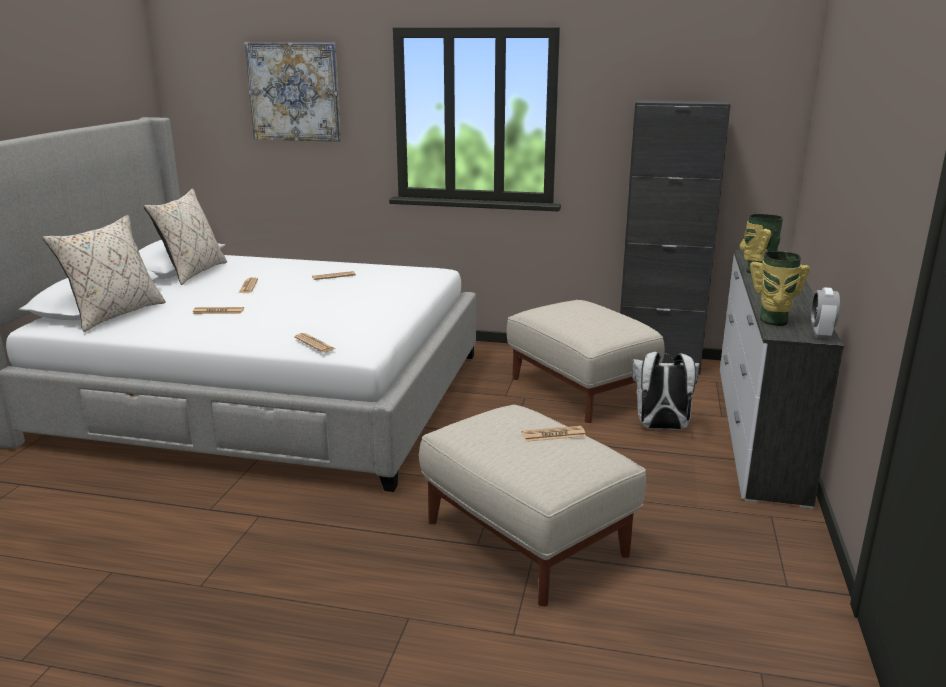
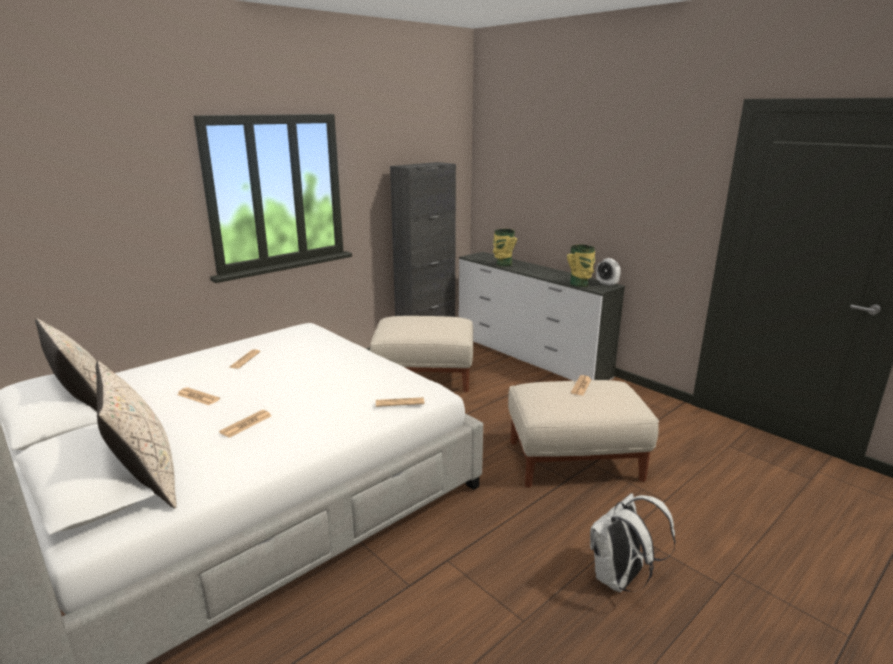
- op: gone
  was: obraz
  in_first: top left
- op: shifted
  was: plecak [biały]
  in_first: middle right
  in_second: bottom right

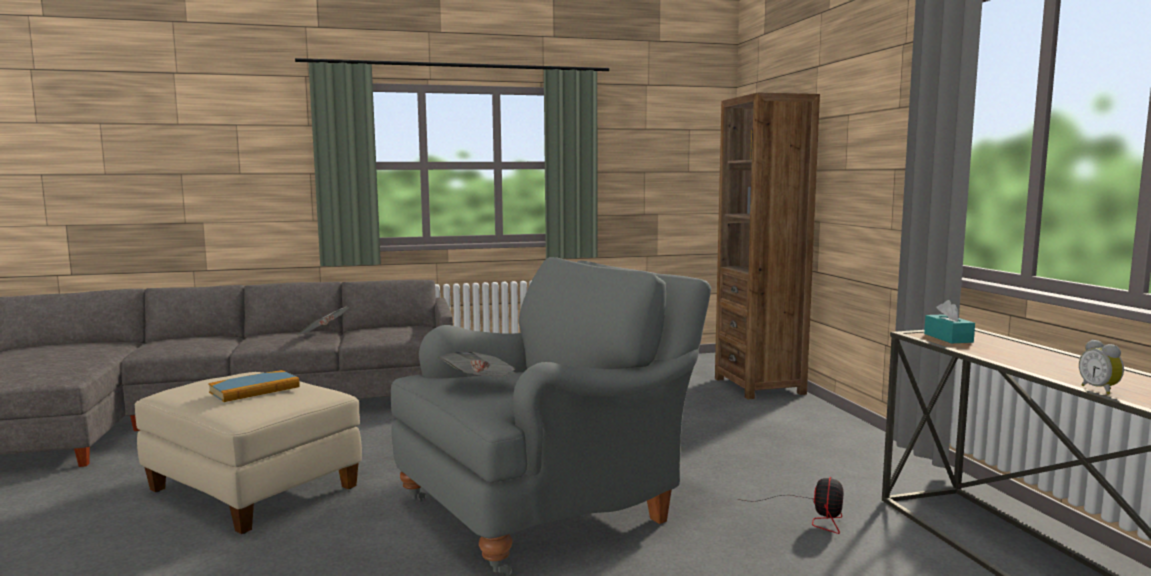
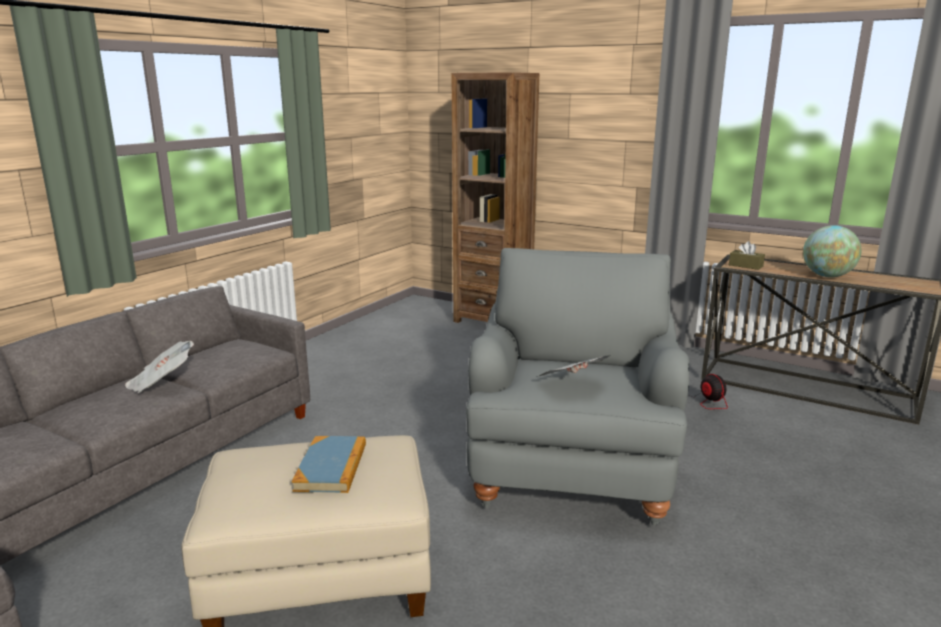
- op: repainted
  was: pudełko chusteczek [turkusowy]
  now: pudełko chusteczek [brązowy]
  in_first: middle right
  in_second: middle right
- op: gone
  was: budzik
  in_first: middle right
- op: new
  now: globus
  in_second: middle right

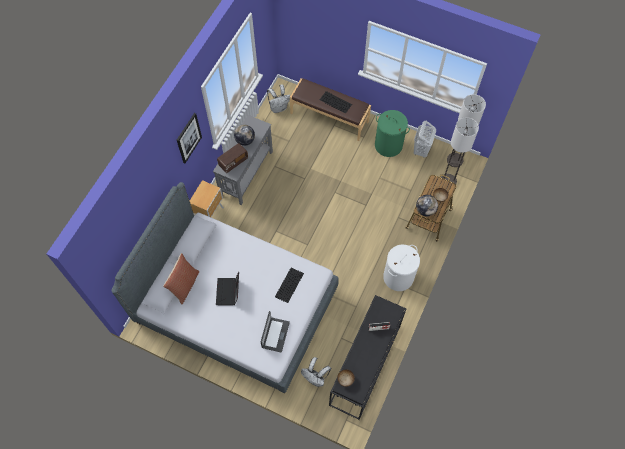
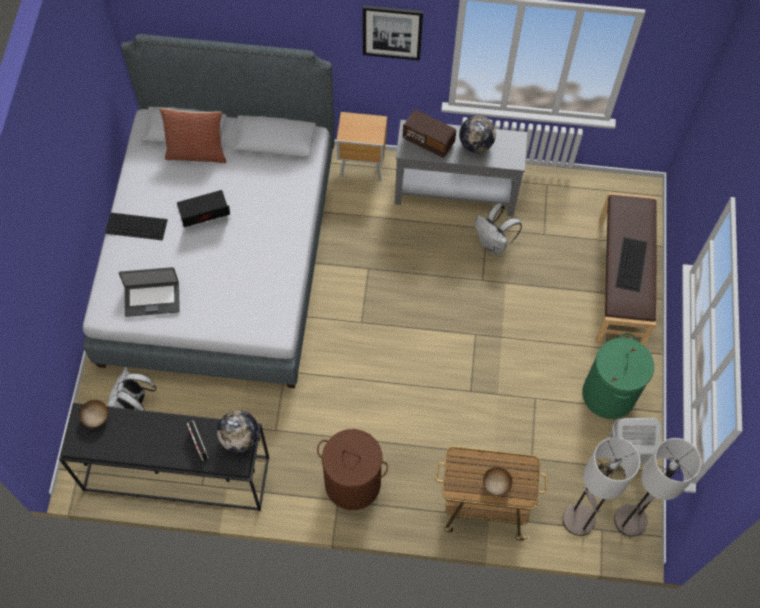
- op: shifted
  was: plecak [biały] (no. 1 from left in the first image)
  now: plecak [biały] (no. 2 from left)
  in_first: top centre
  in_second: centre
- op: shifted
  was: klawiatura (no. 1 from left)
  in_first: centre
  in_second: middle left
- op: repainted
  was: kosz na pranie [biały] (no. 1 from left)
  now: kosz na pranie [brązowy]
  in_first: centre
  in_second: bottom centre
- op: shifted
  was: globus (no. 2 from left in the first image)
  now: globus (no. 1 from left)
  in_first: middle right
  in_second: bottom left

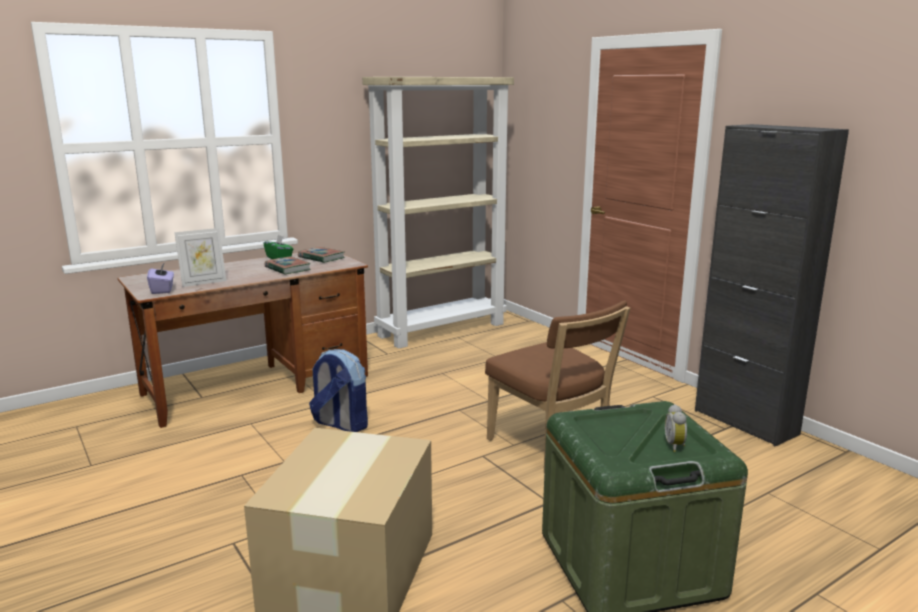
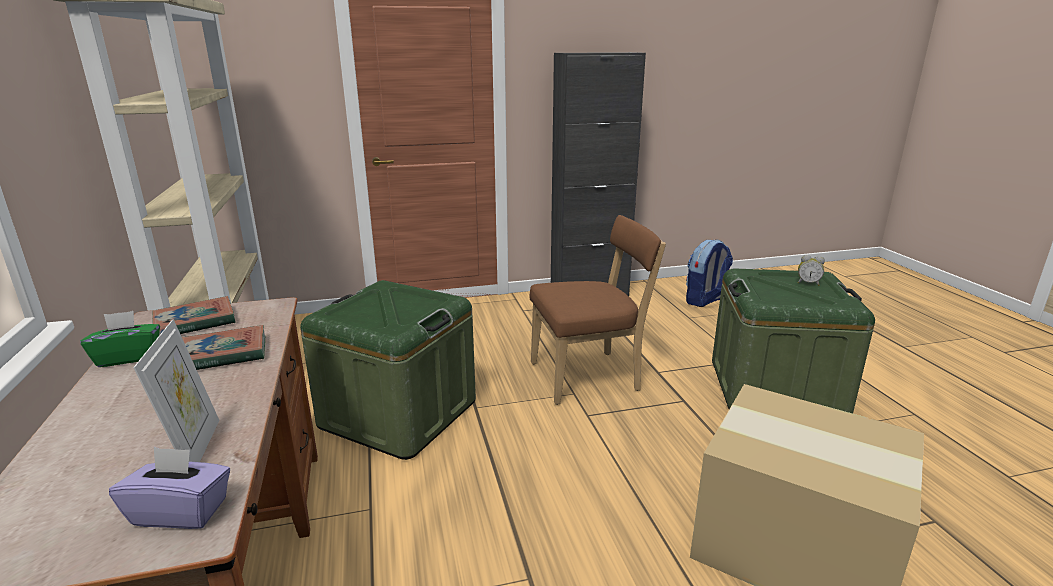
- op: shifted
  was: plecak
  in_first: centre
  in_second: middle right
- op: new
  now: pojemnik do przechowywania [zielony] (no. 1 from left)
  in_second: centre

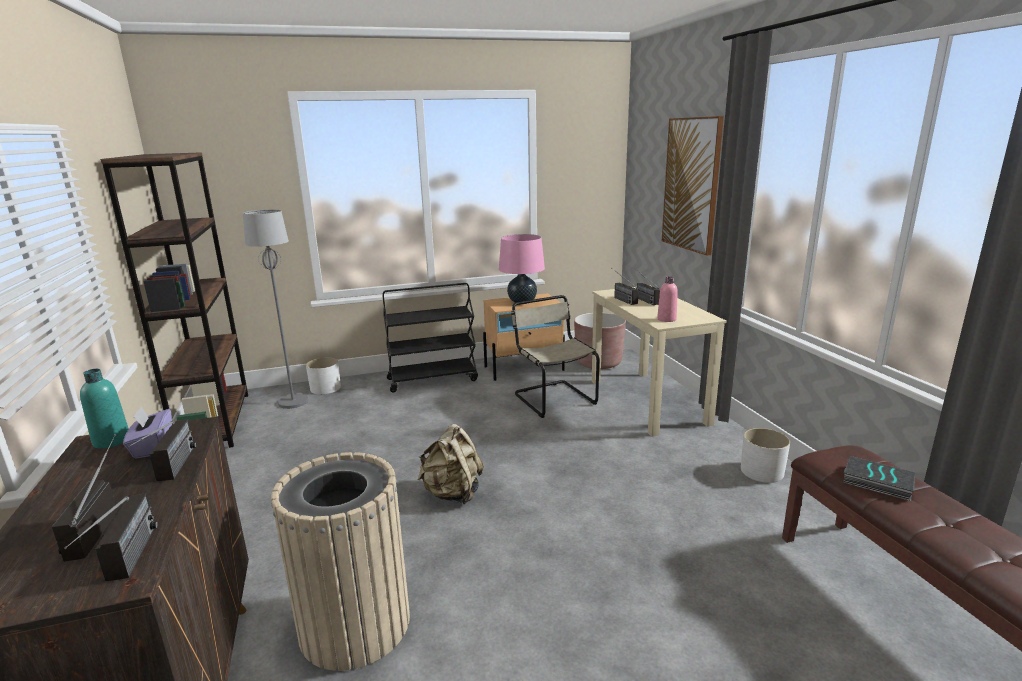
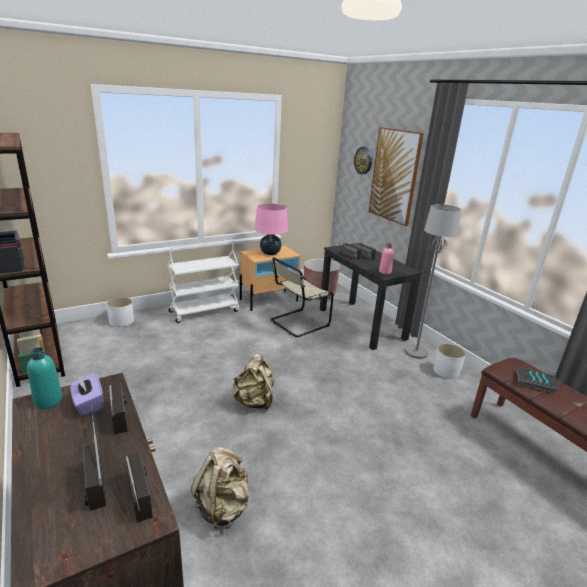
- op: shifted
  was: lampa stojąca [szary]
  in_first: middle left
  in_second: middle right
- op: swapped
  was: kosz na śmieci [beżowy]
  now: plecak [beżowy] (no. 1 from left)
  in_first: bottom left
  in_second: bottom centre
- op: repainted
  was: wózek [czarny]
  now: wózek [biały]
  in_first: centre
  in_second: centre
- op: rotated
  was: krzesło [beżowy]
  in_first: centre
  in_second: centre
  clockwise: -90
- op: repainted
  was: biurko [beżowy]
  now: biurko [czarny]
  in_first: centre
  in_second: centre
- op: new
  now: zegar ścienny
  in_second: top centre

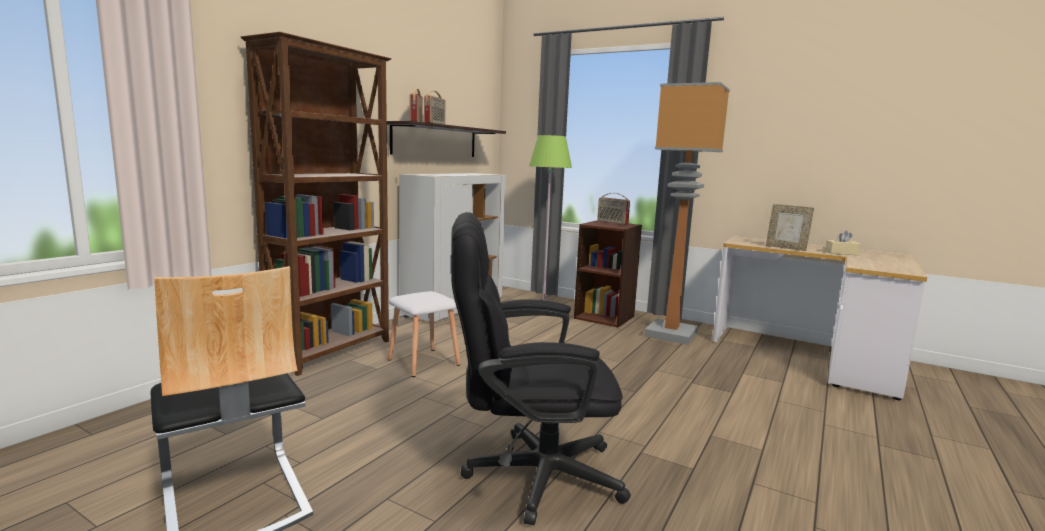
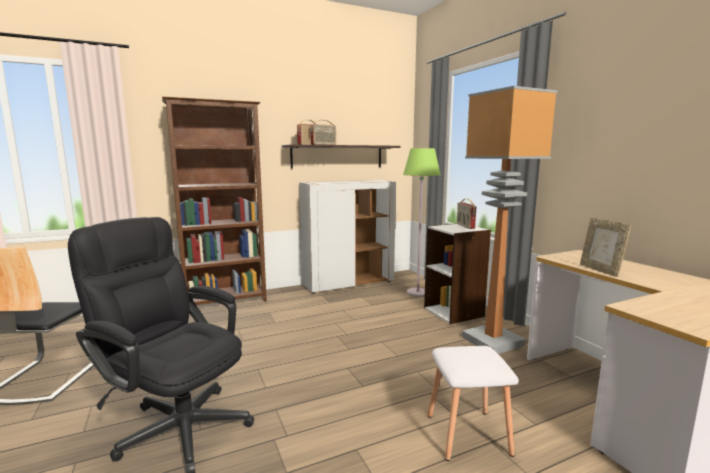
- op: shifted
  was: stołek [biały]
  in_first: centre
  in_second: bottom centre
- op: repainted
  was: regał [brązowy] (no. 2 from left)
  now: regał [biały]
  in_first: centre
  in_second: centre
- op: gone
  was: pudełko chusteczek [beżowy]
  in_first: middle right

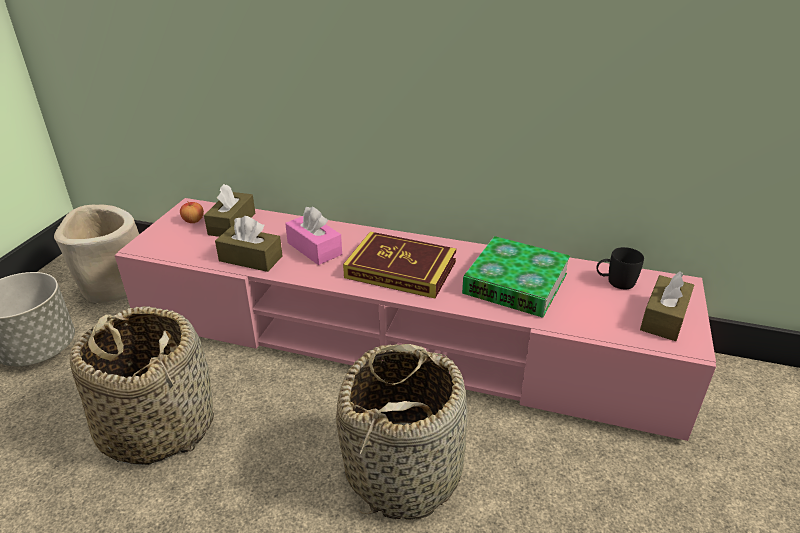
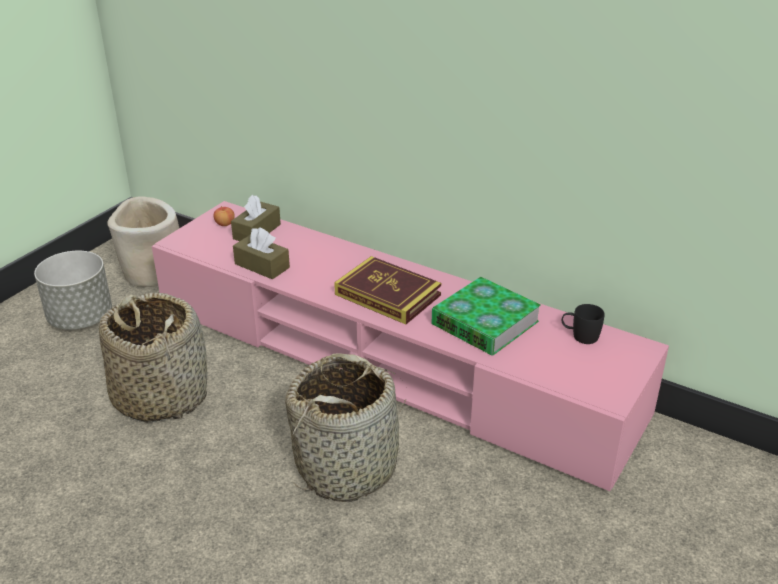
- op: gone
  was: pudełko chusteczek [różowy]
  in_first: centre
- op: gone
  was: pudełko chusteczek [brązowy] (no. 3 from left)
  in_first: middle right

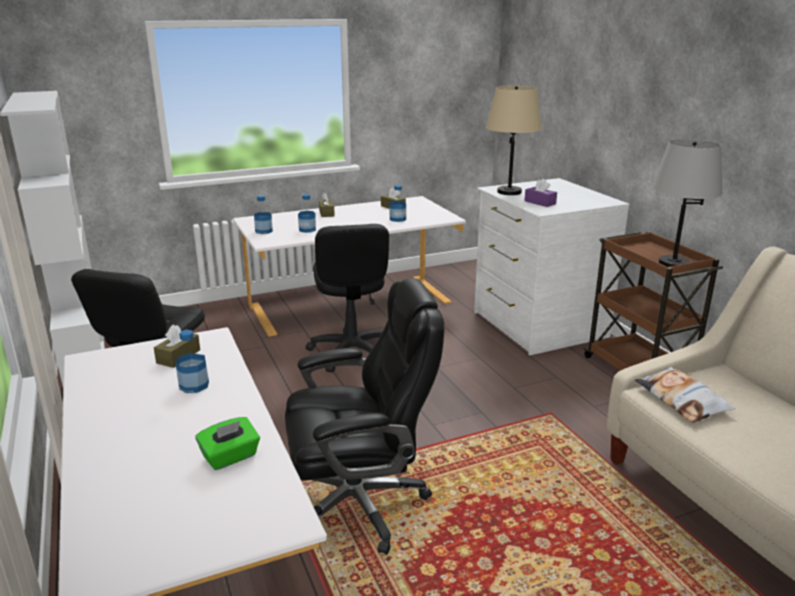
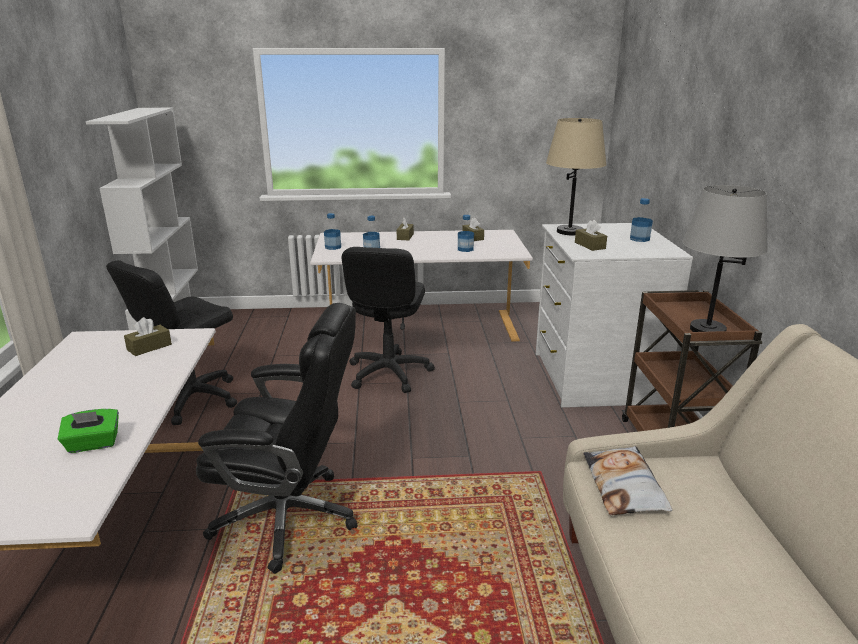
- op: shifted
  was: butelka (no. 1 from left in the first image)
  now: butelka (no. 4 from left)
  in_first: middle left
  in_second: middle right
- op: repainted
  was: pudełko chusteczek [fioletowy]
  now: pudełko chusteczek [brązowy] (no. 4 from left)
  in_first: top right
  in_second: middle right

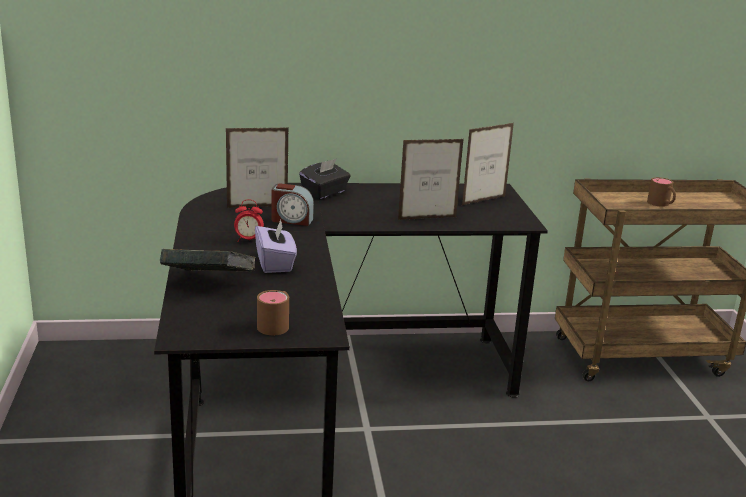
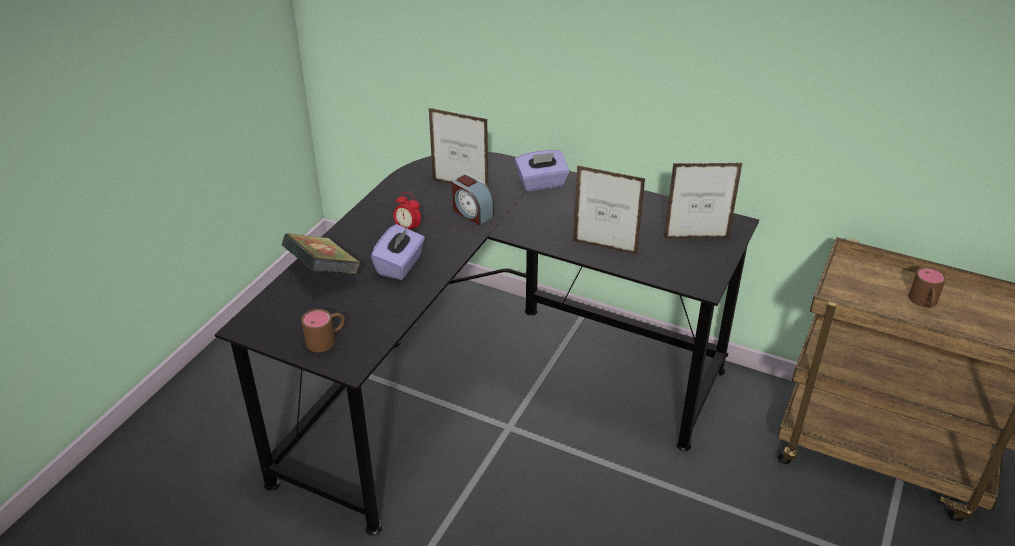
- op: repainted
  was: pudełko chusteczek [czarny]
  now: pudełko chusteczek [fioletowy] (no. 2 from left)
  in_first: centre
  in_second: top centre

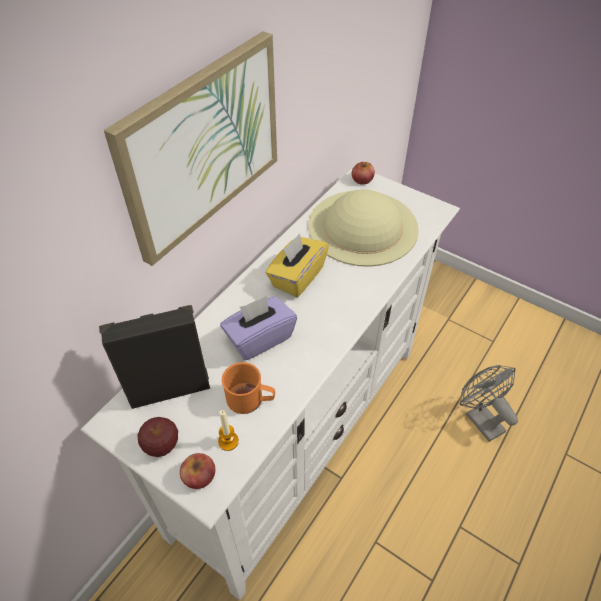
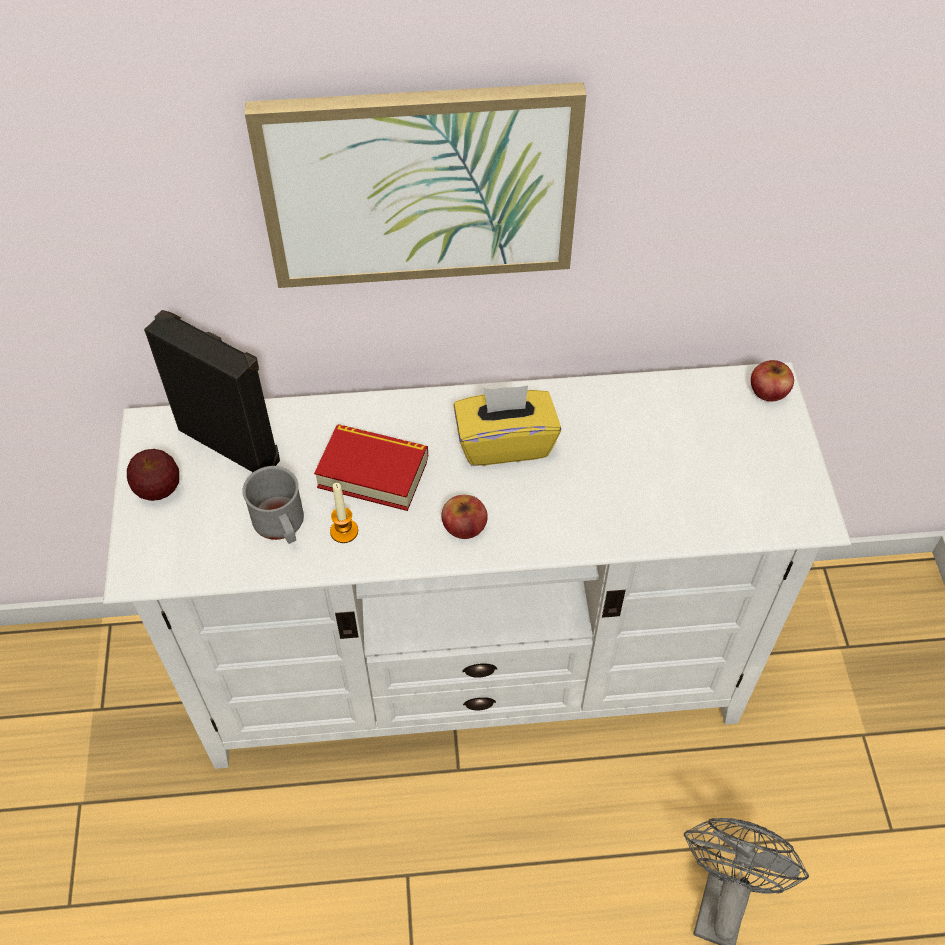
- op: shifted
  was: jabłko (no. 2 from left)
  in_first: bottom left
  in_second: centre
- op: shifted
  was: świeca
  in_first: bottom centre
  in_second: centre
- op: swapped
  was: pudełko chusteczek [fioletowy]
  now: książka
  in_first: centre
  in_second: centre
- op: repainted
  was: kubek [pomarańczowy]
  now: kubek [szary]
  in_first: centre
  in_second: middle left
- op: gone
  was: kapelusz [beżowy]
  in_first: centre

